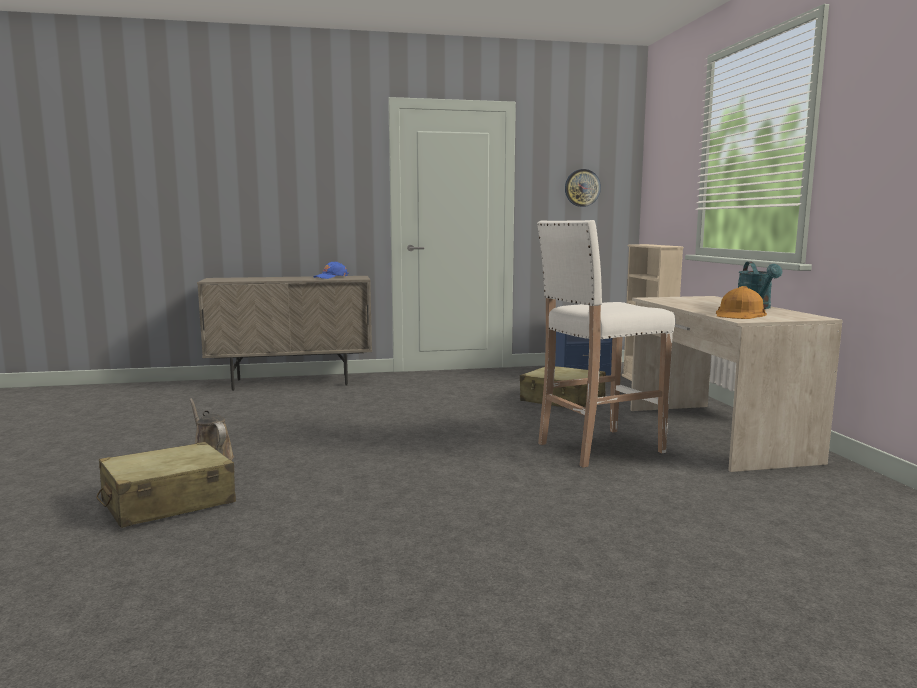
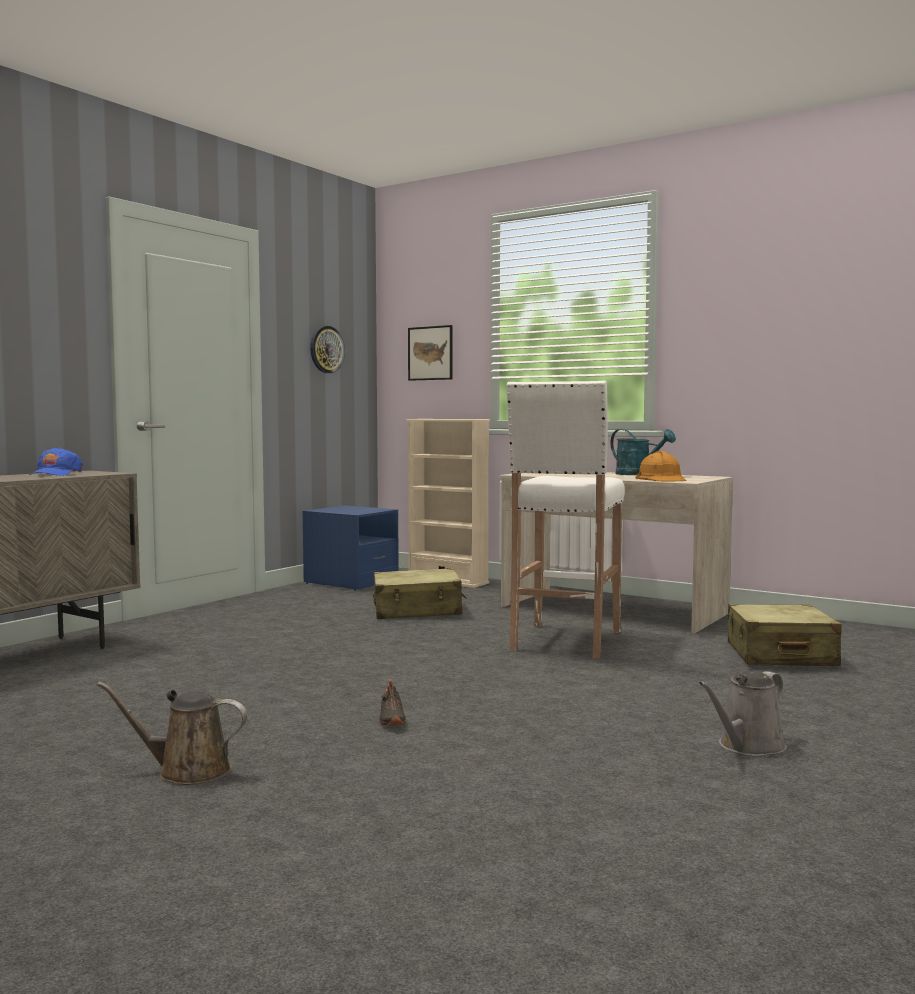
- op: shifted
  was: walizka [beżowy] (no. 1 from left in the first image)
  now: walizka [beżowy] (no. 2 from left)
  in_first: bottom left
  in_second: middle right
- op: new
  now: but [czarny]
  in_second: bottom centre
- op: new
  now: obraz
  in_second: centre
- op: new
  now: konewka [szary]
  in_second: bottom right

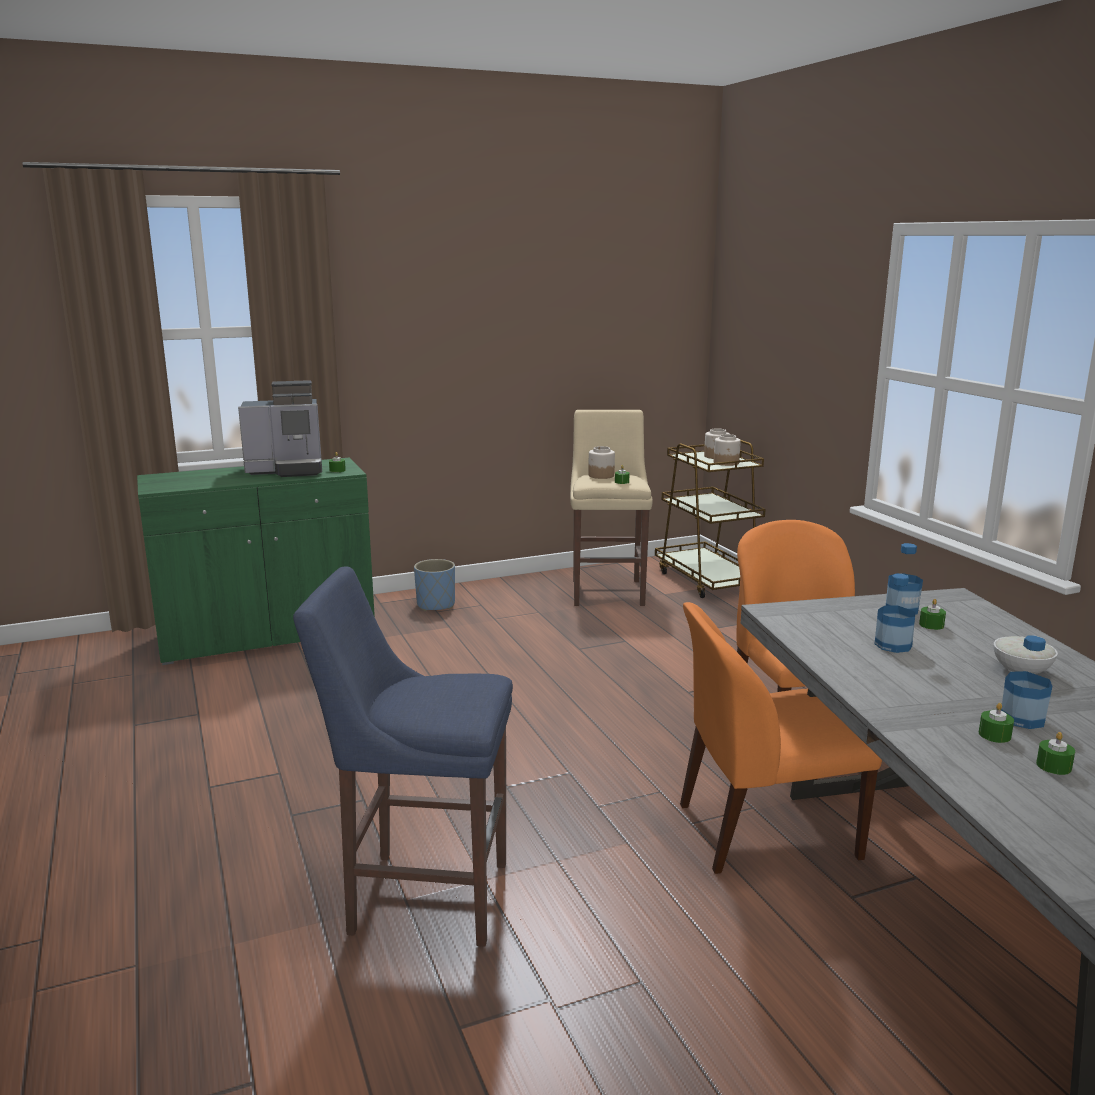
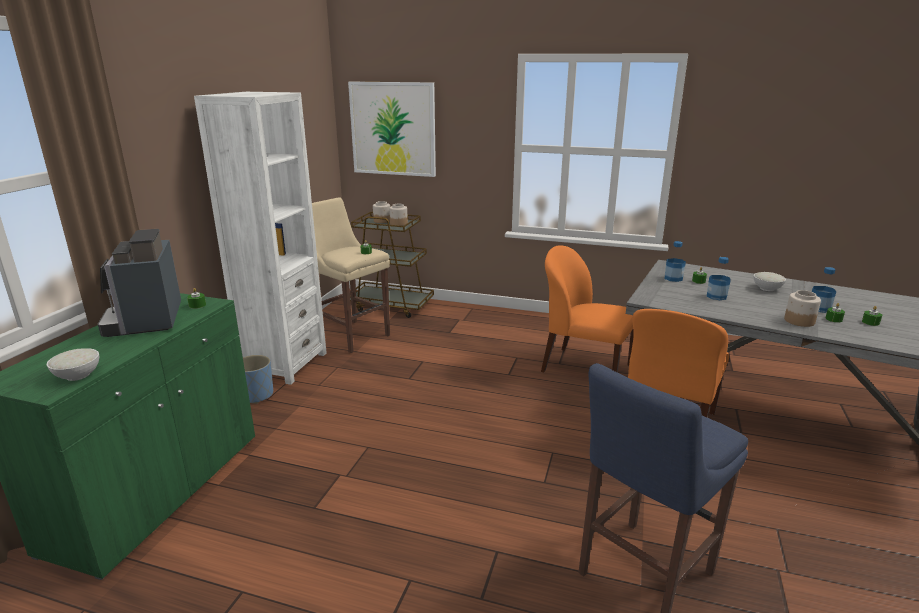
- op: rotated
  was: ekspres do kawy
  in_first: middle left
  in_second: middle left
  clockwise: 135
- op: shifted
  was: słoik (no. 1 from left in the first image)
  now: słoik (no. 3 from left)
  in_first: centre
  in_second: middle right
- op: new
  now: miska [biały] (no. 1 from left)
  in_second: middle left
- op: new
  now: regał [biały]
  in_second: middle left
- op: new
  now: obraz
  in_second: top centre

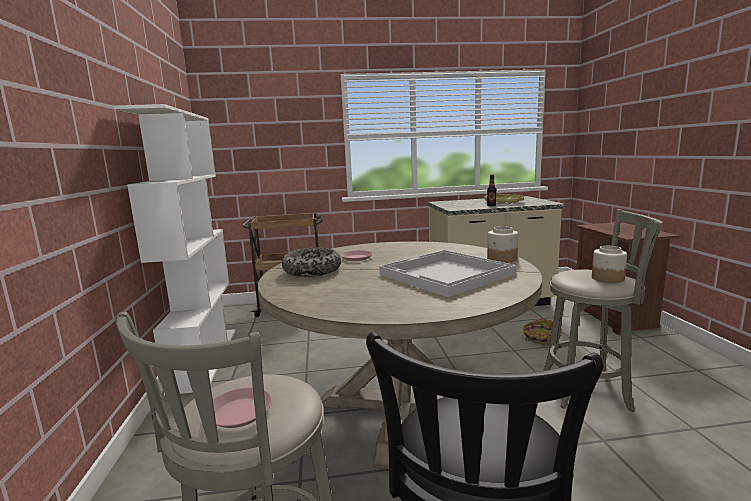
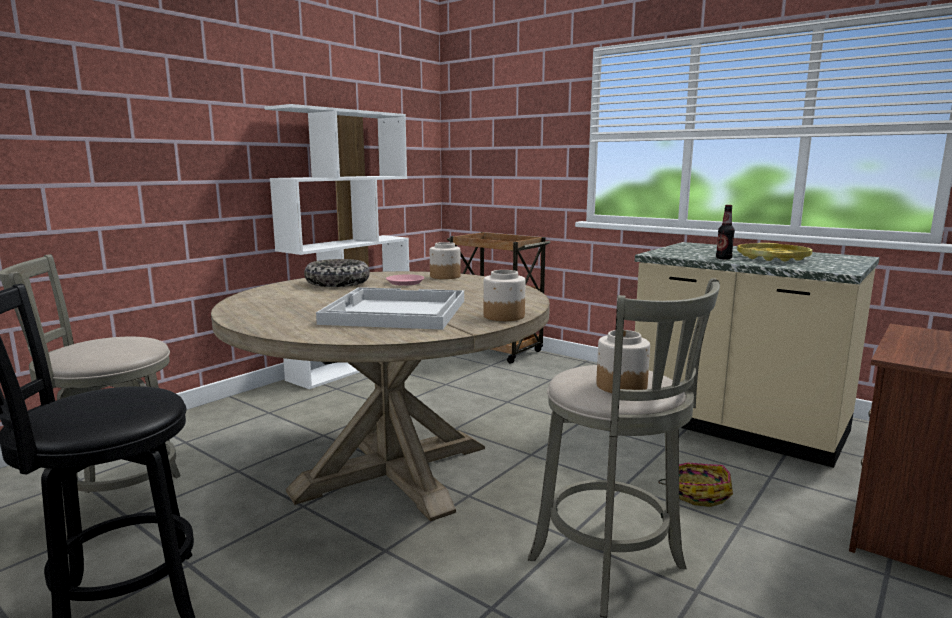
- op: gone
  was: talerz [różowy] (no. 1 from left)
  in_first: bottom left
- op: new
  now: słoik (no. 1 from left)
  in_second: centre

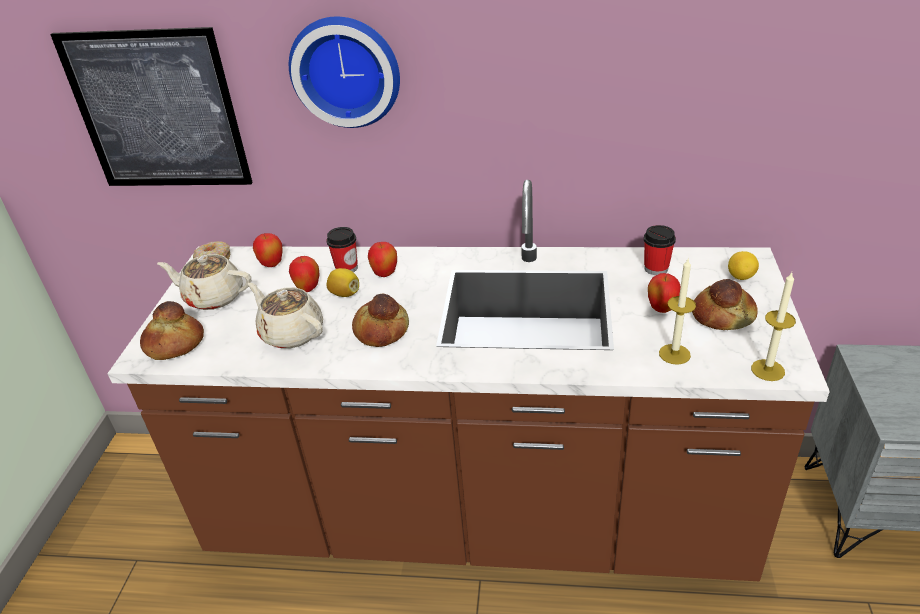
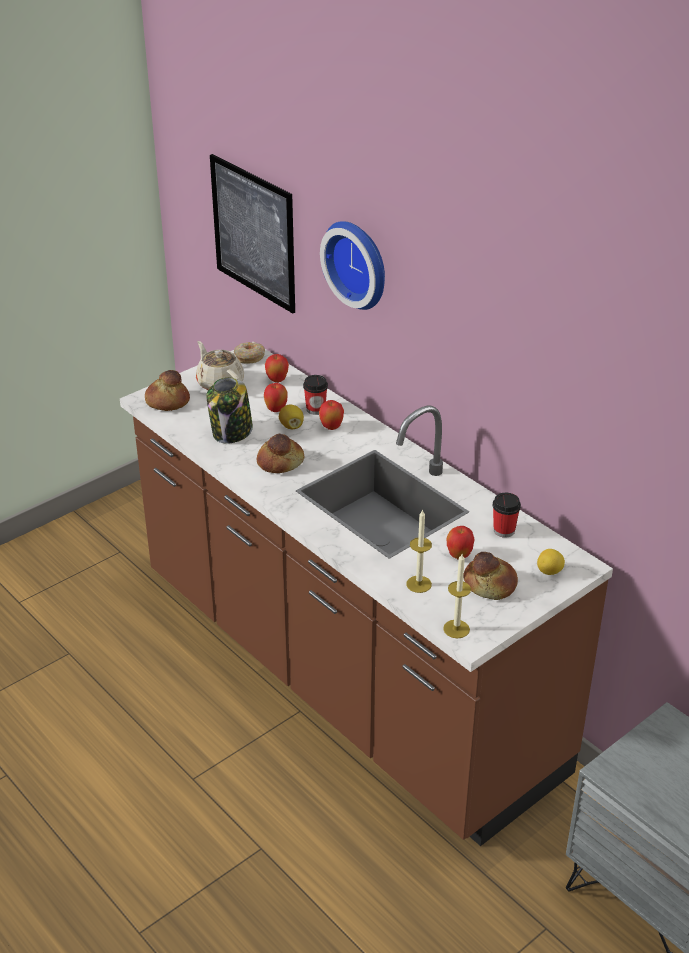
- op: swapped
  was: imbryk [beżowy] (no. 2 from left)
  now: słoik
  in_first: middle left
  in_second: middle left

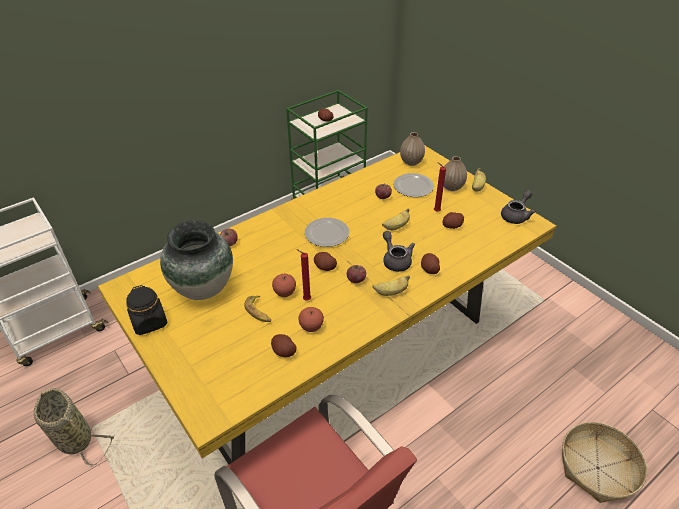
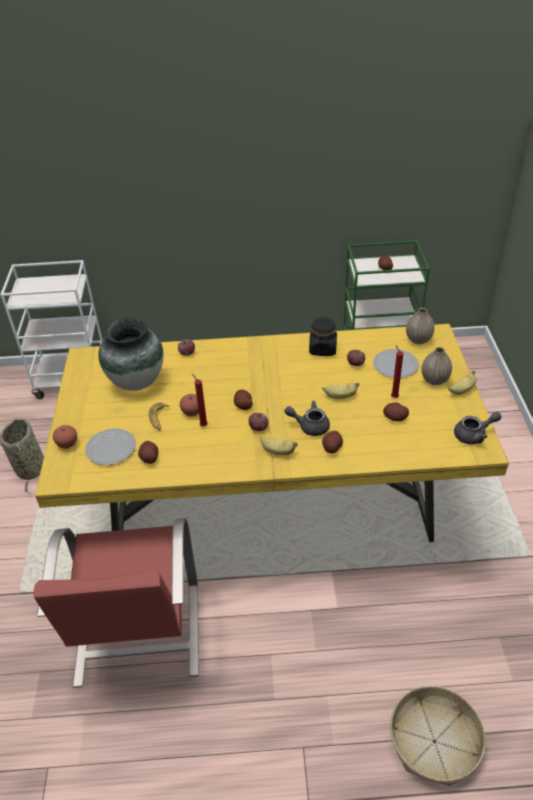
- op: shifted
  was: słoik [czarny]
  in_first: middle left
  in_second: centre
- op: shifted
  was: jabłko (no. 3 from left in the first image)
  now: jabłko (no. 1 from left)
  in_first: centre
  in_second: middle left
- op: shifted
  was: talerz (no. 1 from left)
  in_first: centre
  in_second: middle left
- op: rotated
  was: imbryk [szary] (no. 1 from left)
  in_first: centre
  in_second: centre
  clockwise: -90

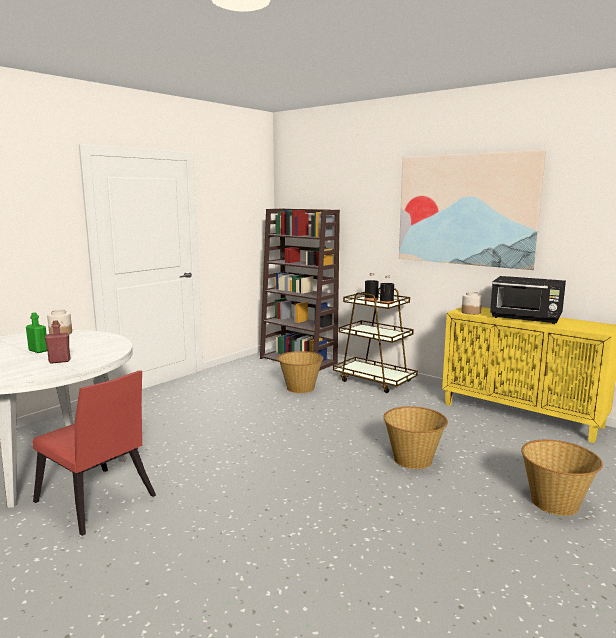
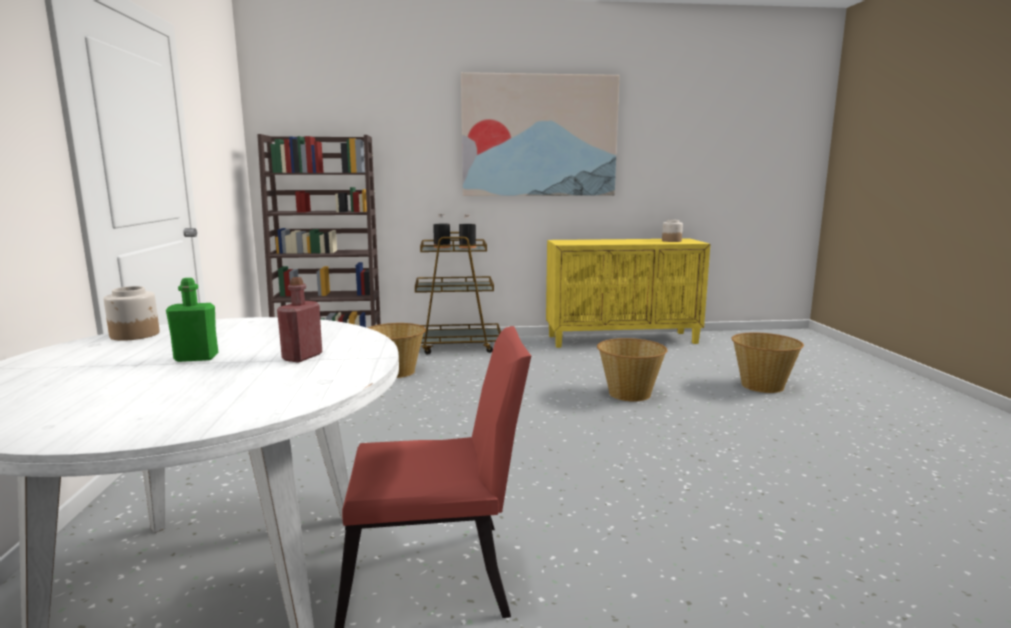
- op: shifted
  was: słoik (no. 2 from left)
  in_first: middle right
  in_second: centre
- op: gone
  was: mikrofalówka [czarny]
  in_first: middle right

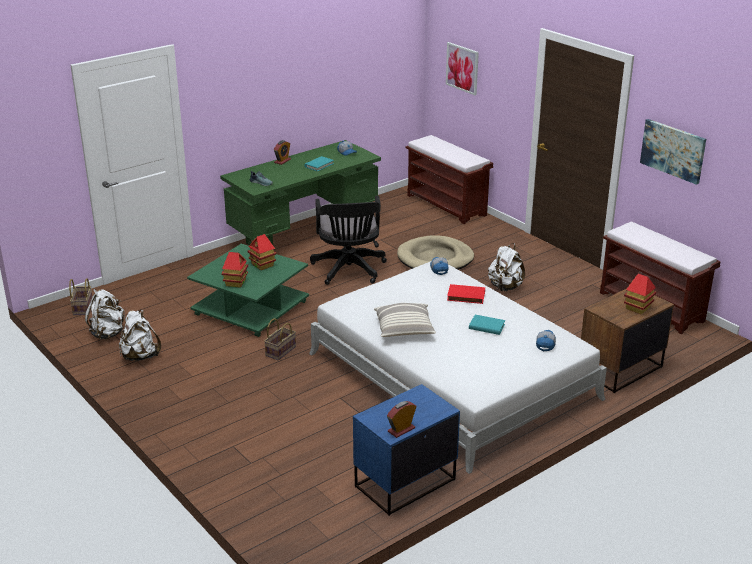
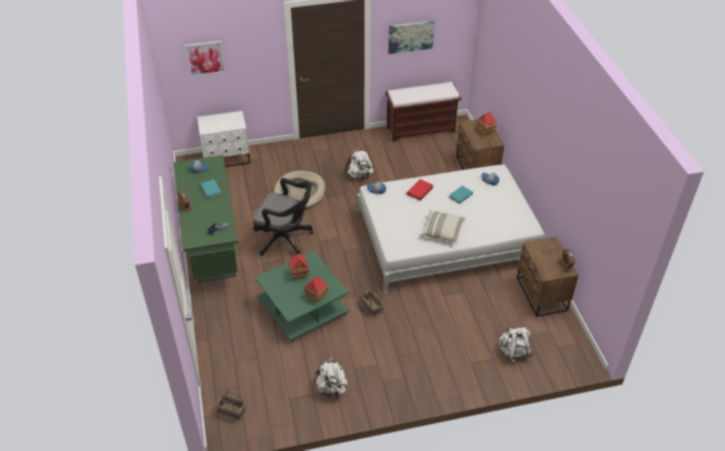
- op: shifted
  was: plecak [biały] (no. 1 from left in the first image)
  now: plecak [biały] (no. 3 from left)
  in_first: middle left
  in_second: bottom right
- op: repainted
  was: szafka nocna [niebieski]
  now: szafka nocna [brązowy] (no. 2 from left)
  in_first: bottom centre
  in_second: middle right
- op: swapped
  was: ławka [brązowy] (no. 1 from left)
  now: szafka nocna [biały]
  in_first: top centre
  in_second: top left

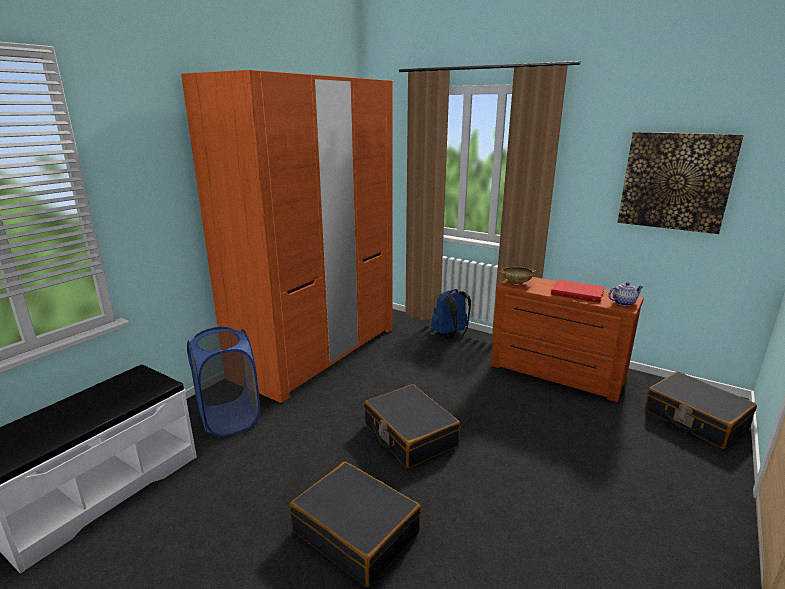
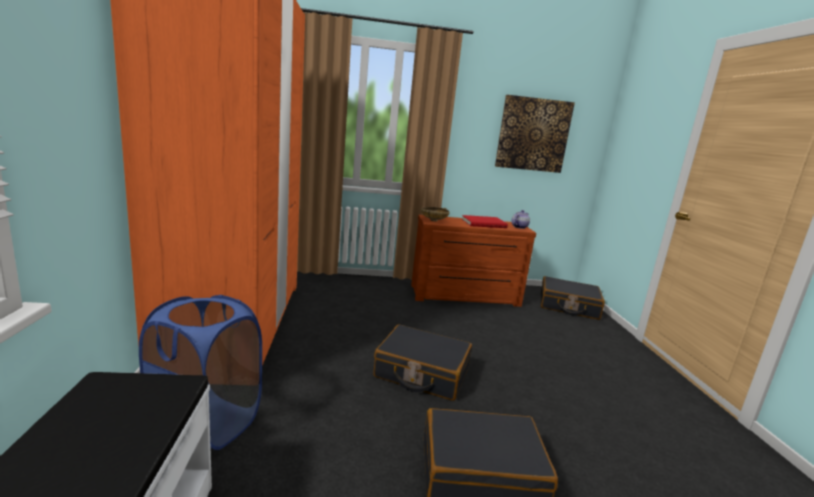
- op: gone
  was: plecak [niebieski]
  in_first: centre

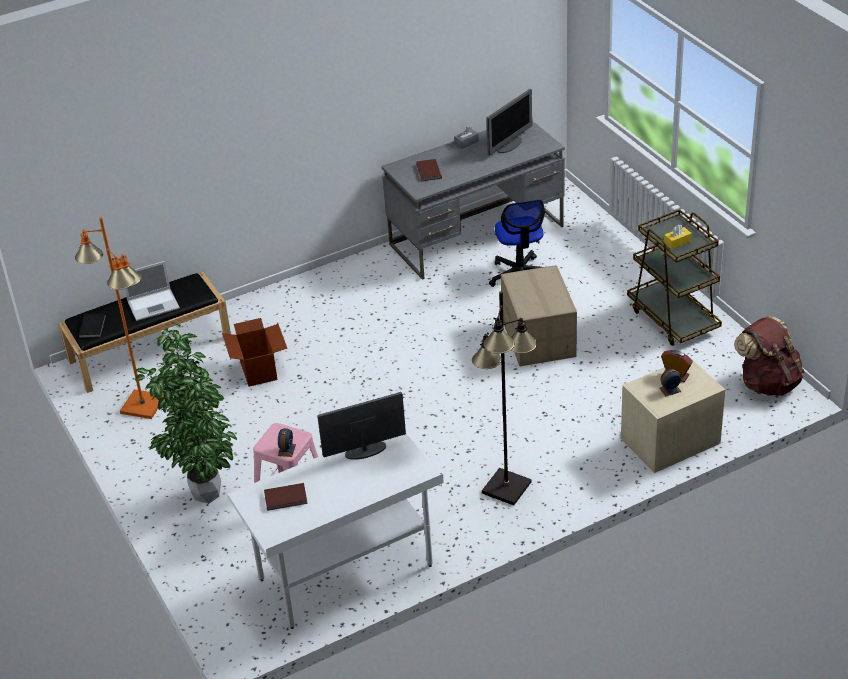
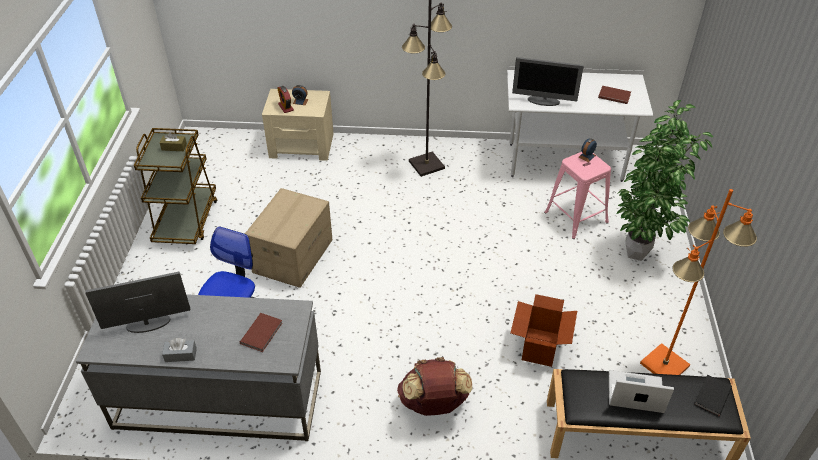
- op: repainted
  was: pudełko chusteczek [żółty]
  now: pudełko chusteczek [brązowy]
  in_first: middle right
  in_second: top left
- op: shifted
  was: plecak [brązowy]
  in_first: middle right
  in_second: bottom centre

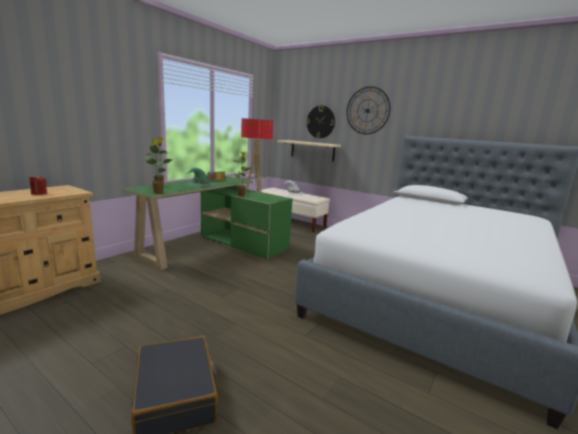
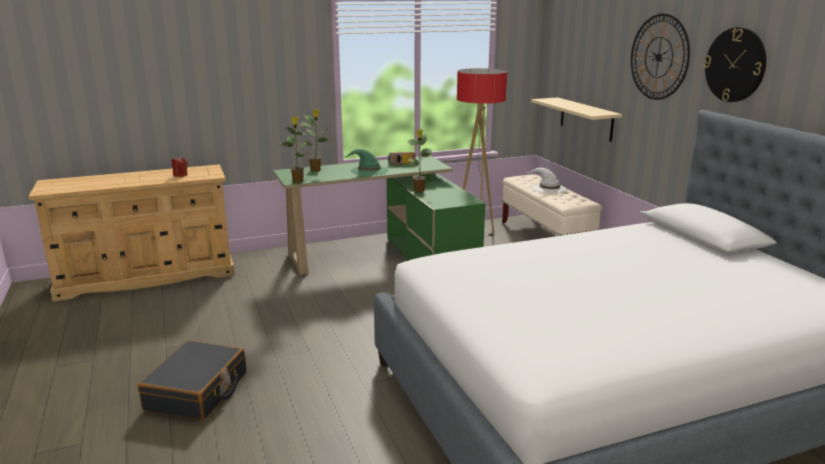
- op: shifted
  was: zegar ścienny (no. 1 from left in the first image)
  now: zegar ścienny (no. 2 from left)
  in_first: top centre
  in_second: top right

